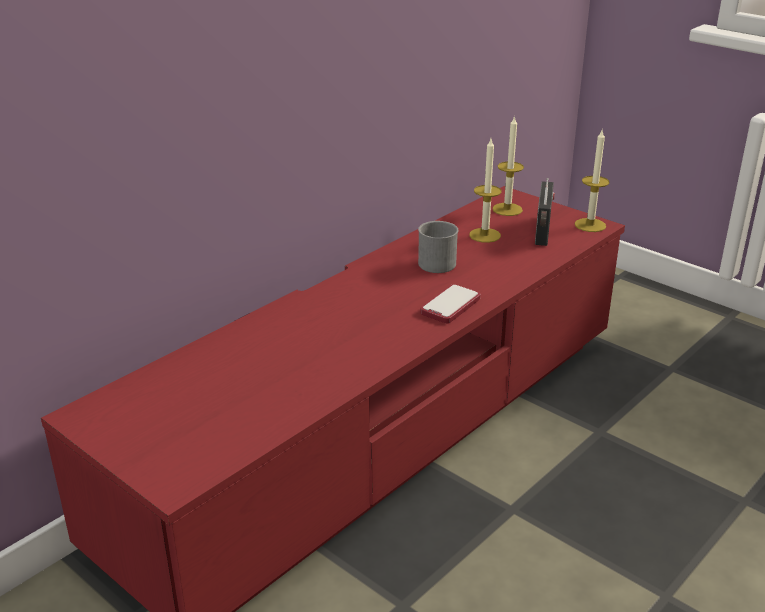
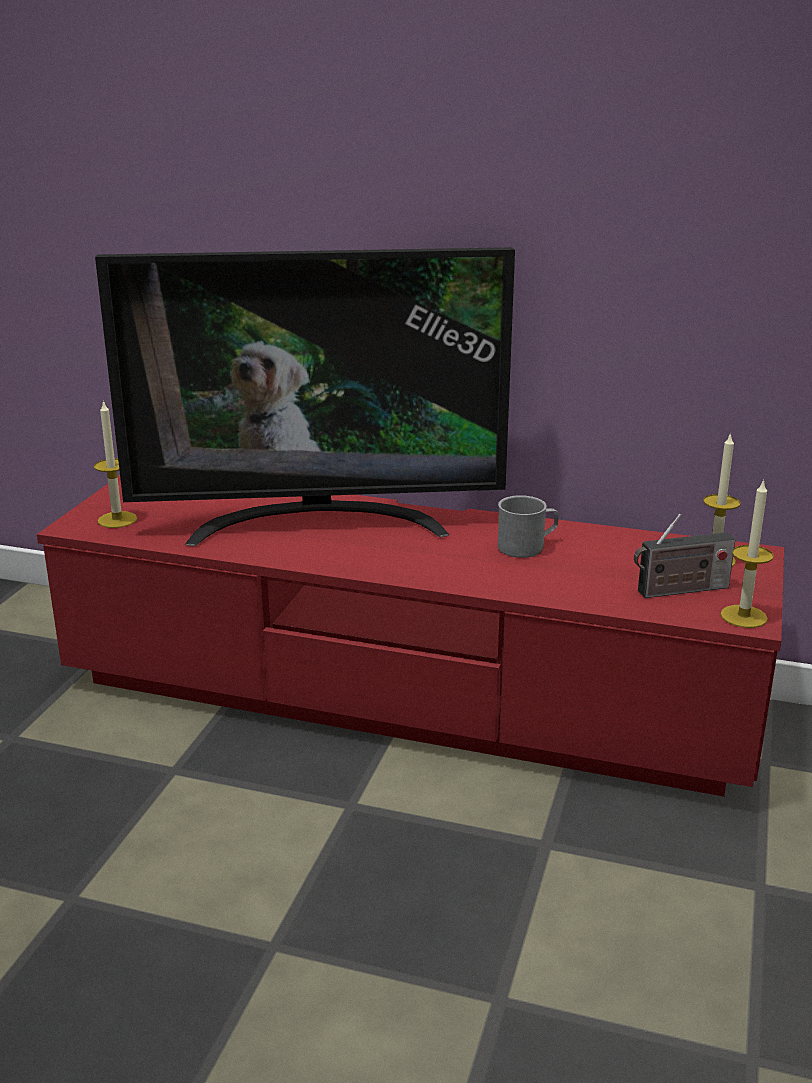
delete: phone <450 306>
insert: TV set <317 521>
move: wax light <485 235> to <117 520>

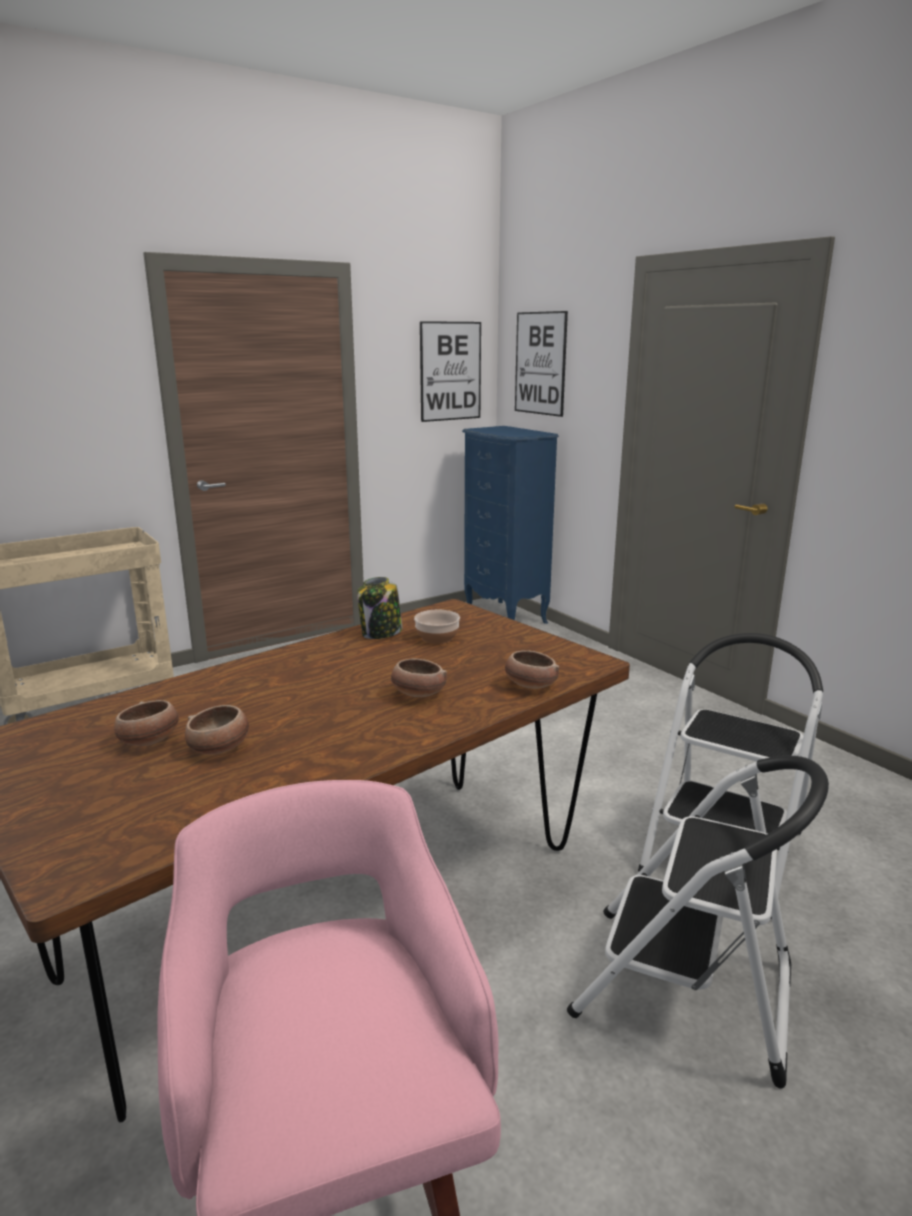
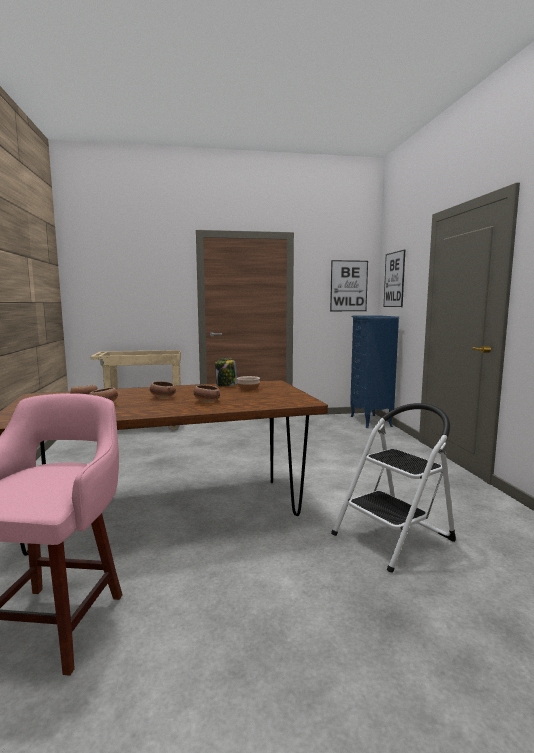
delete: step stool <691 993>
move: serving bowl <529 685> to <162 397>

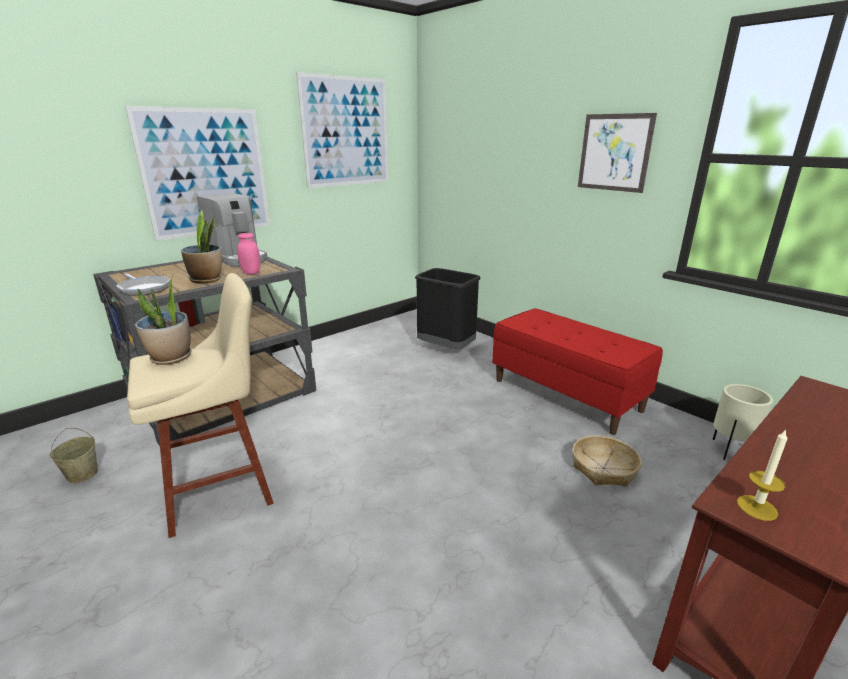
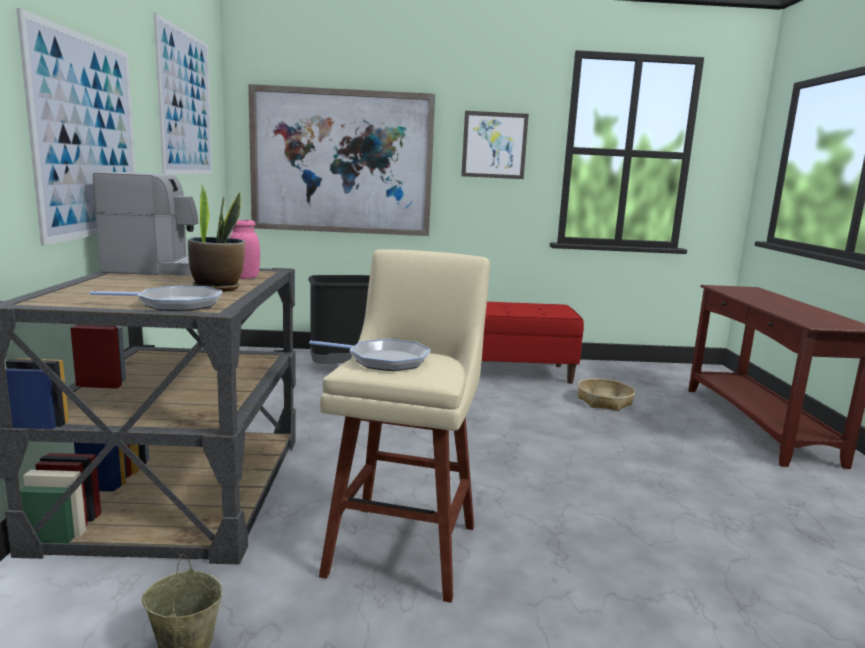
delete: sand-coloured planter <730 451>; wax light <757 507>
insert: wall art <342 162>
replace: houseplant <171 358> to skillet <384 360>

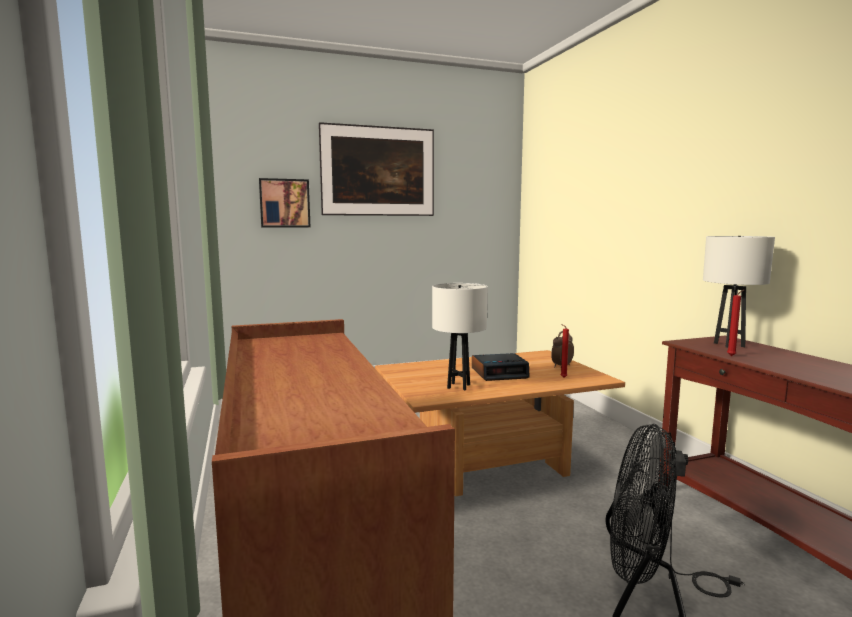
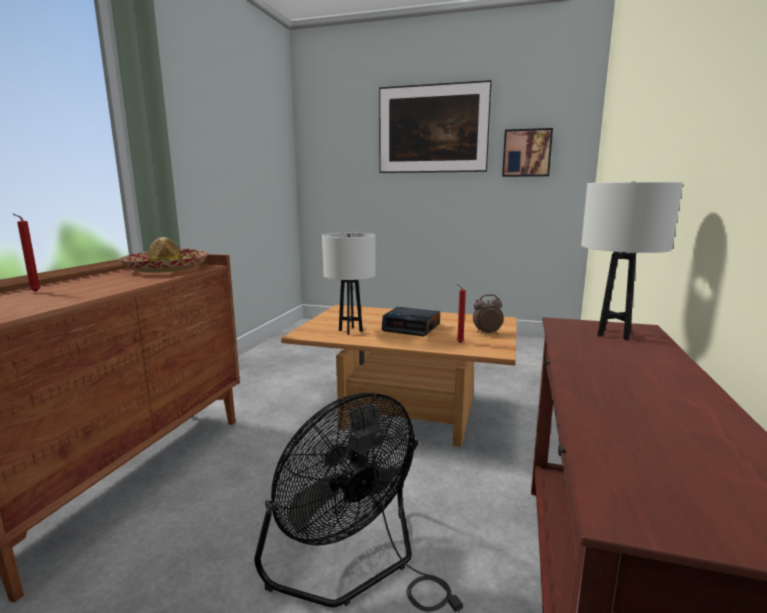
insert: clothing hat <167 269>
move: reddish wax light <732 356> to <34 292>; wall art <284 203> to <526 153>

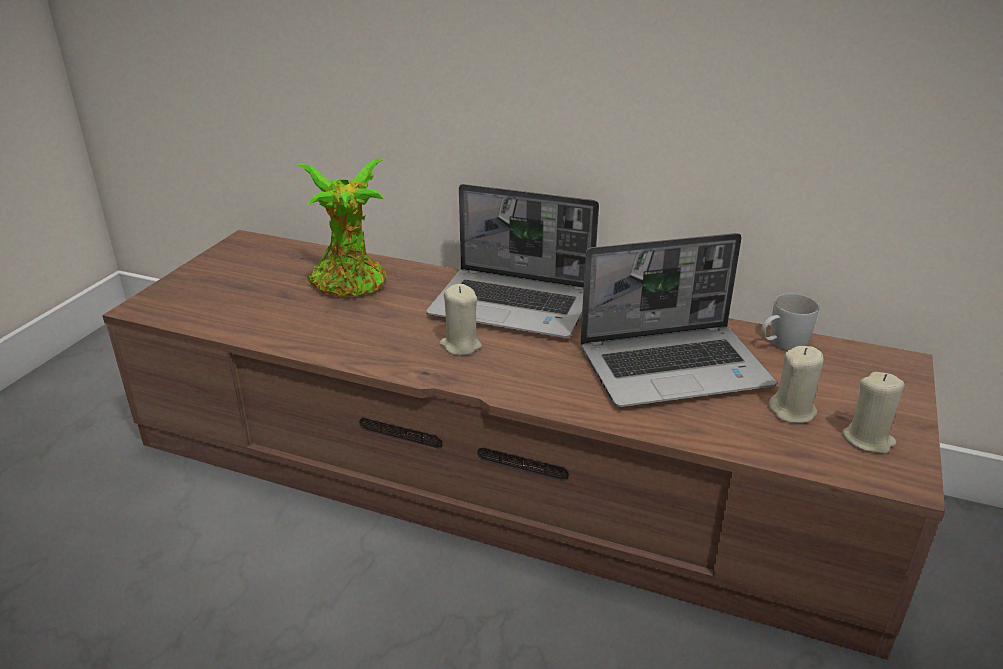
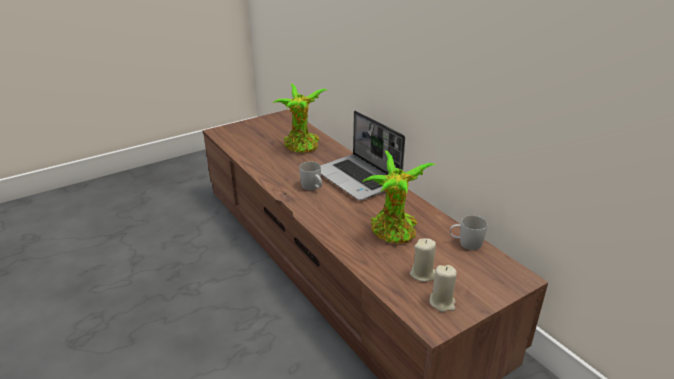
replace: sand-coloured wax light <460 345> to whitish coffee mug <313 187>; portable computer <675 367> to houseplant <394 232>

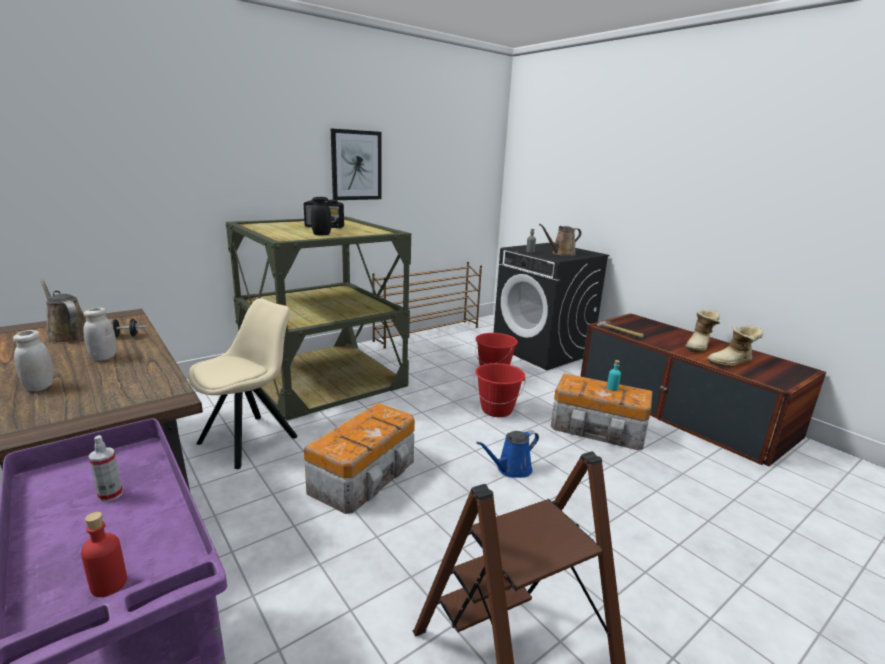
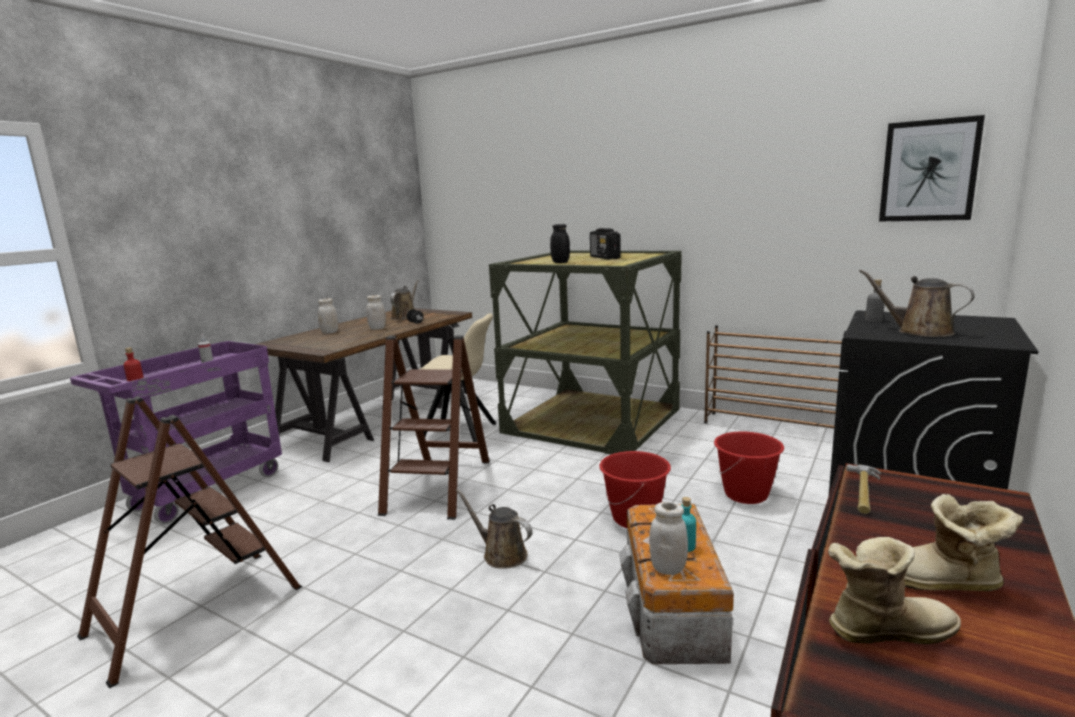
insert: whitish preserve jar <668 568>
move: wall art <356 165> to <928 171>
replace: storage box <365 475> to brownish step stool <439 485>
recolor: bluish sprinkling can <511 469> to brownish sprinkling can <501 554>
rotate: tall boot <731 363> = <884 630> 120 degrees clockwise

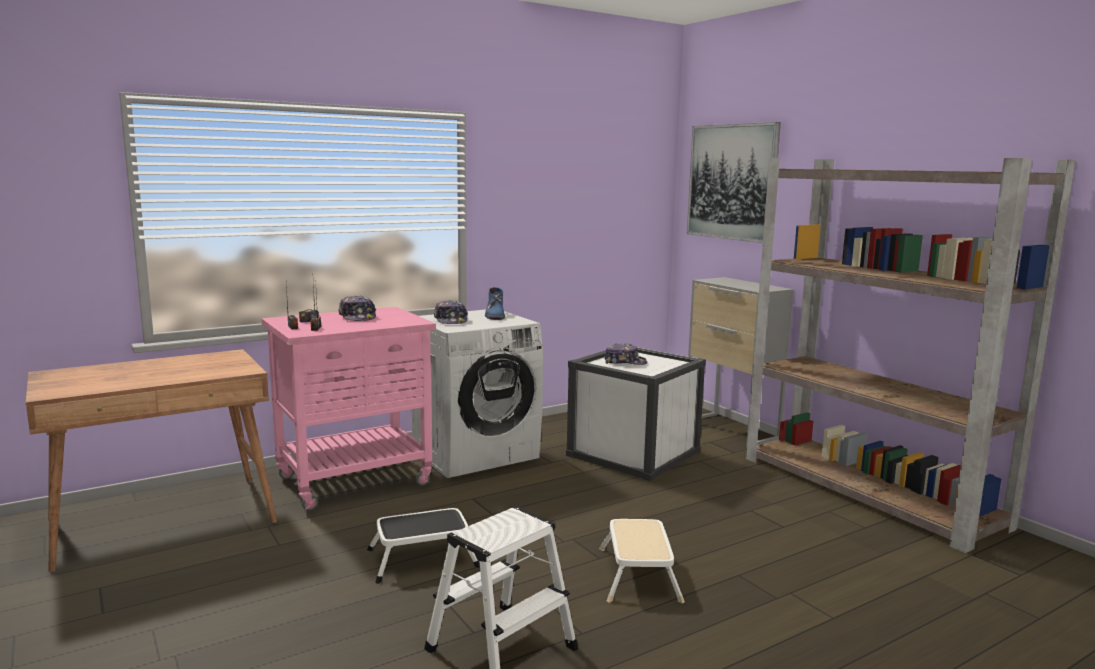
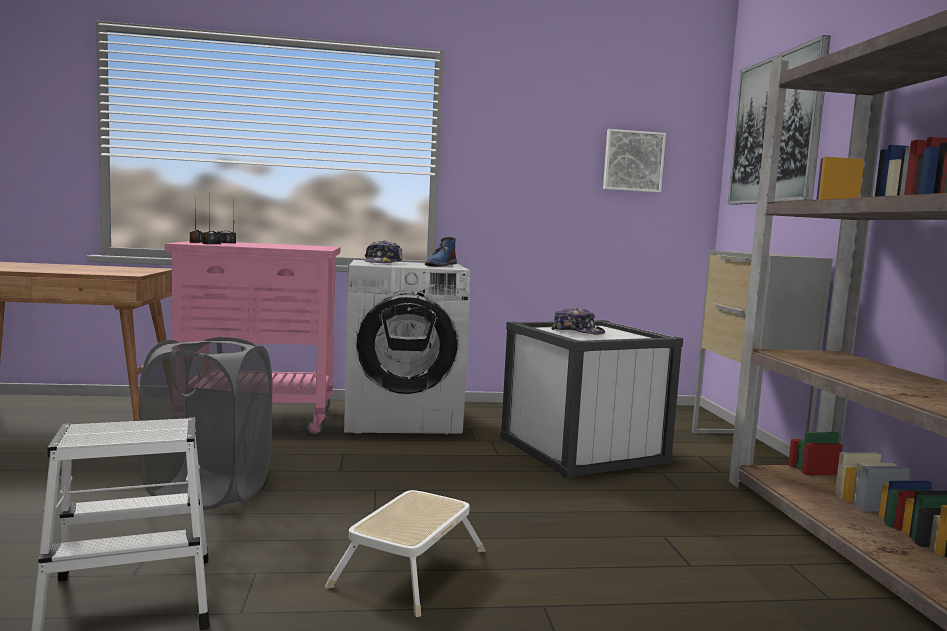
delete: cap <358 317>
insert: wall art <633 161>
replace: black-coloured step stool <422 557> to grey hamper <208 492>

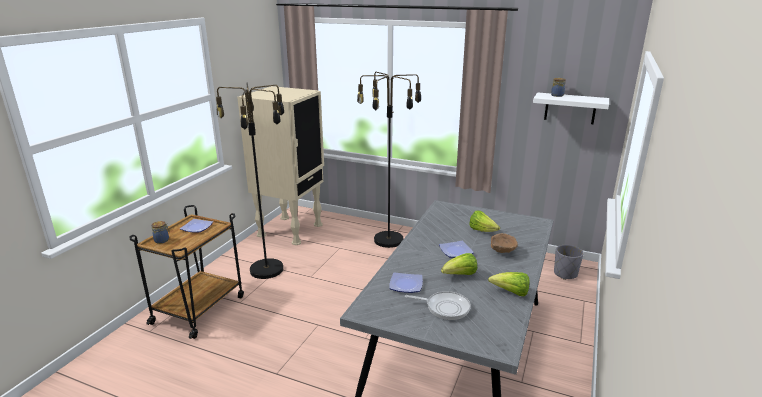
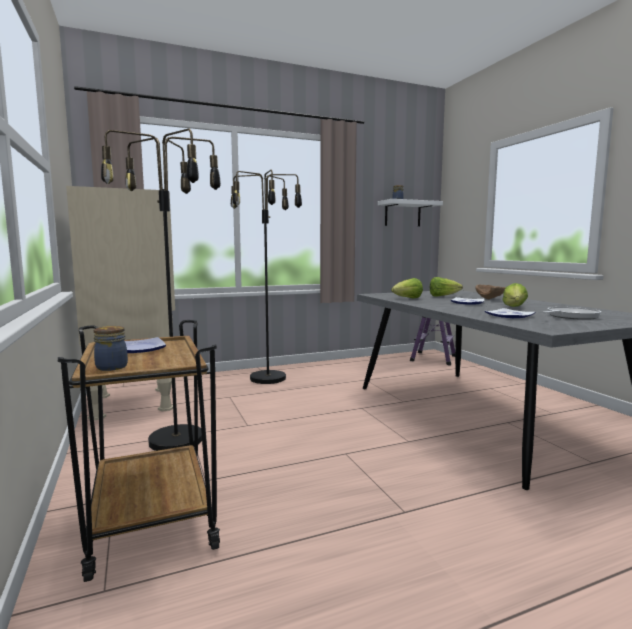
move: lettuce <511 293> to <407 298>
replace: grey planter <565 274> to purplish step stool <433 358>

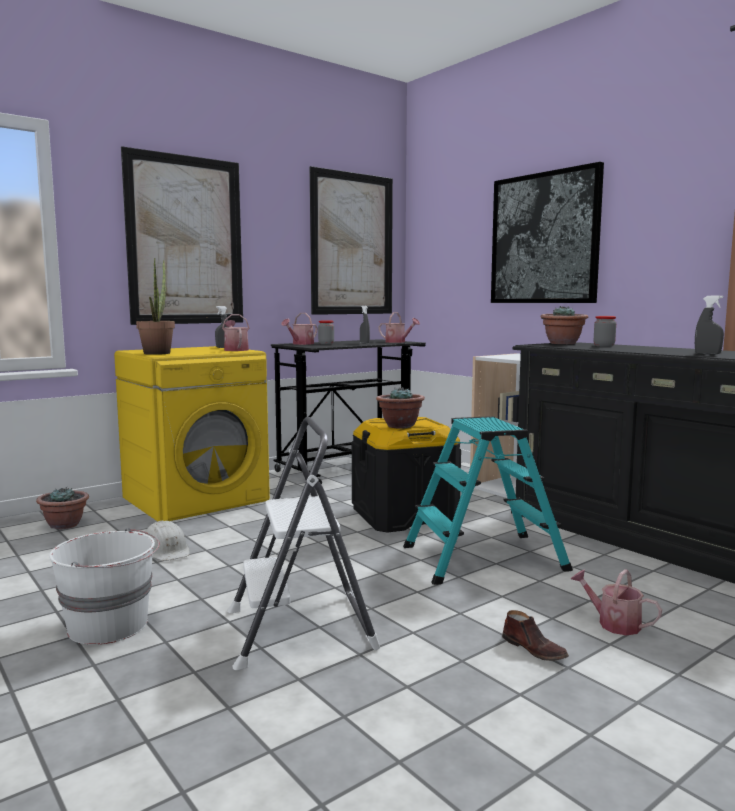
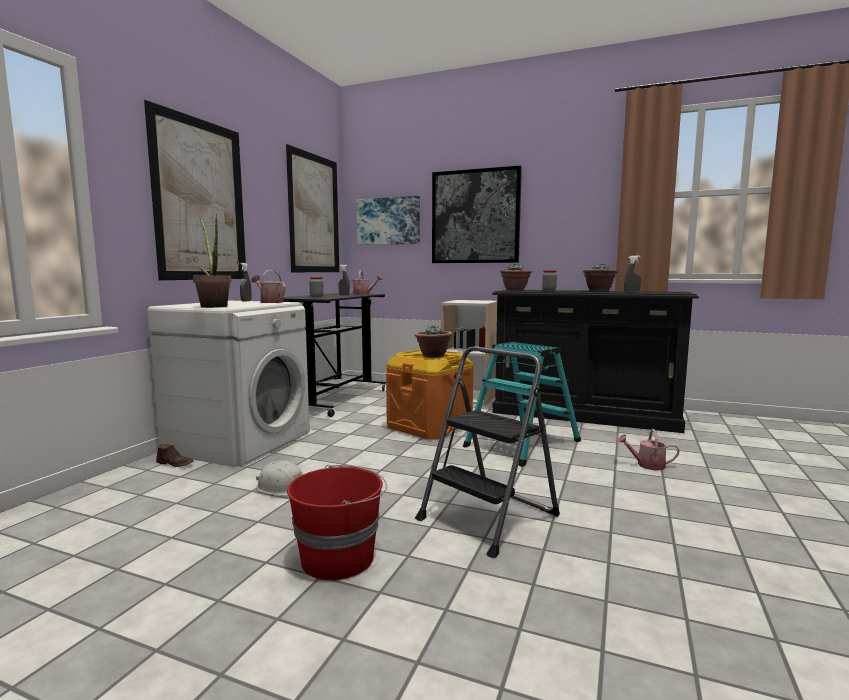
delete: sprinkling can <301 344>
insert: wall art <388 221>
move: brownish item of footwear <534 650> to <175 464>; houseplant <65 525> to <598 291>
recolor: yellowish laundry appliance <199 499> to whitish laundry appliance <242 441>; whitish pail <110 625> to reddish pail <339 558>; black-coloured storage box <404 516> to orangey storage box <429 426>; whitish step stool <306 628> to black-coloured step stool <492 515>

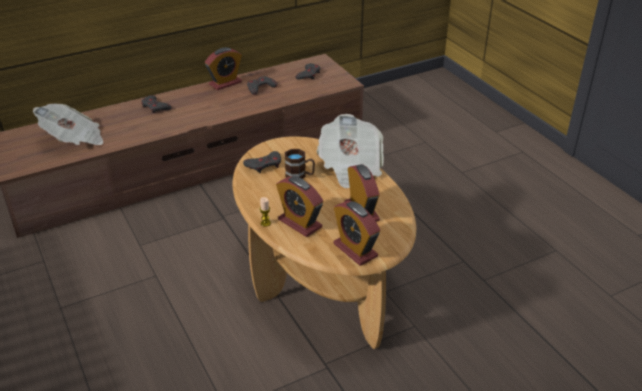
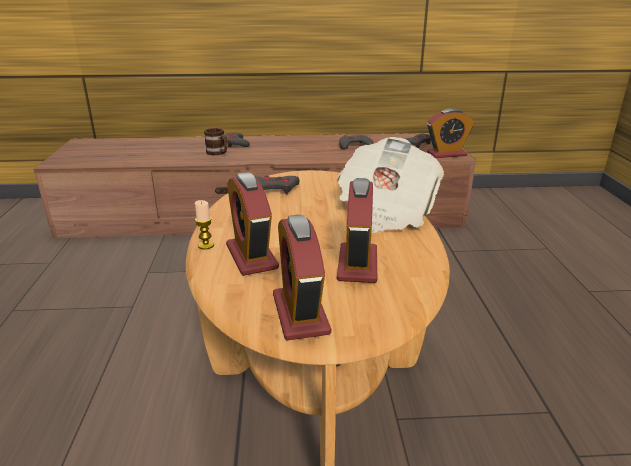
delete: printed paper <74 139>
move: brownish coffee mug <300 175> to <218 153>; alarm clock <225 83> to <446 154>

